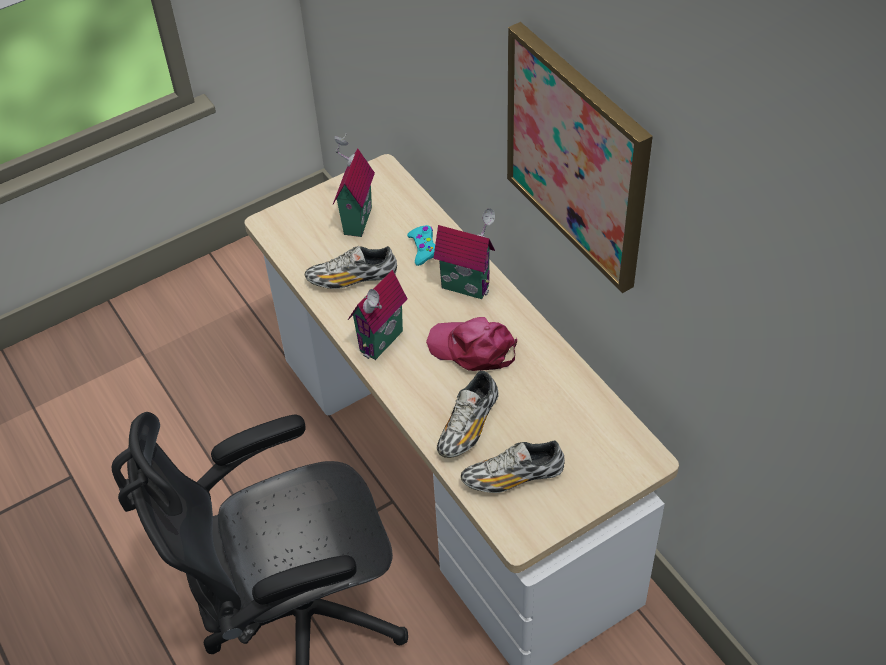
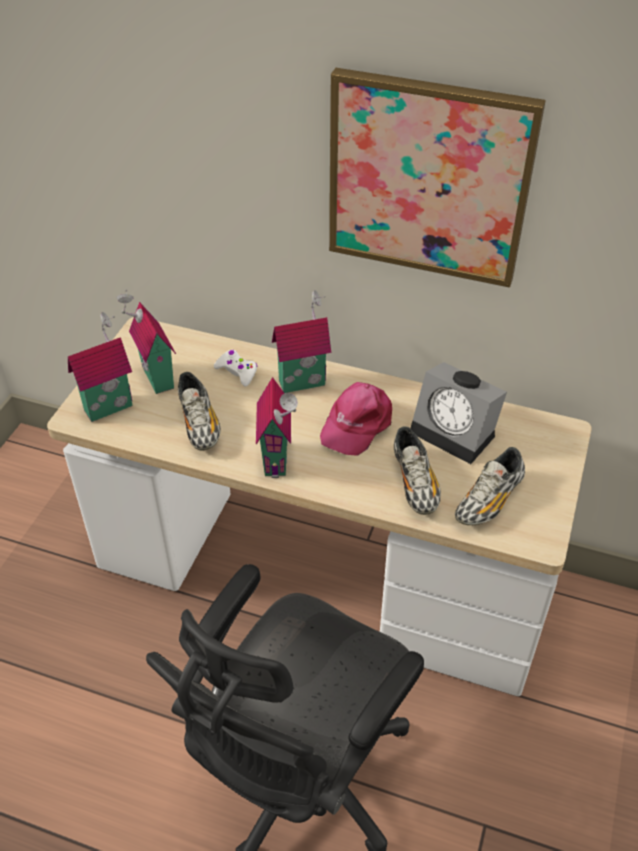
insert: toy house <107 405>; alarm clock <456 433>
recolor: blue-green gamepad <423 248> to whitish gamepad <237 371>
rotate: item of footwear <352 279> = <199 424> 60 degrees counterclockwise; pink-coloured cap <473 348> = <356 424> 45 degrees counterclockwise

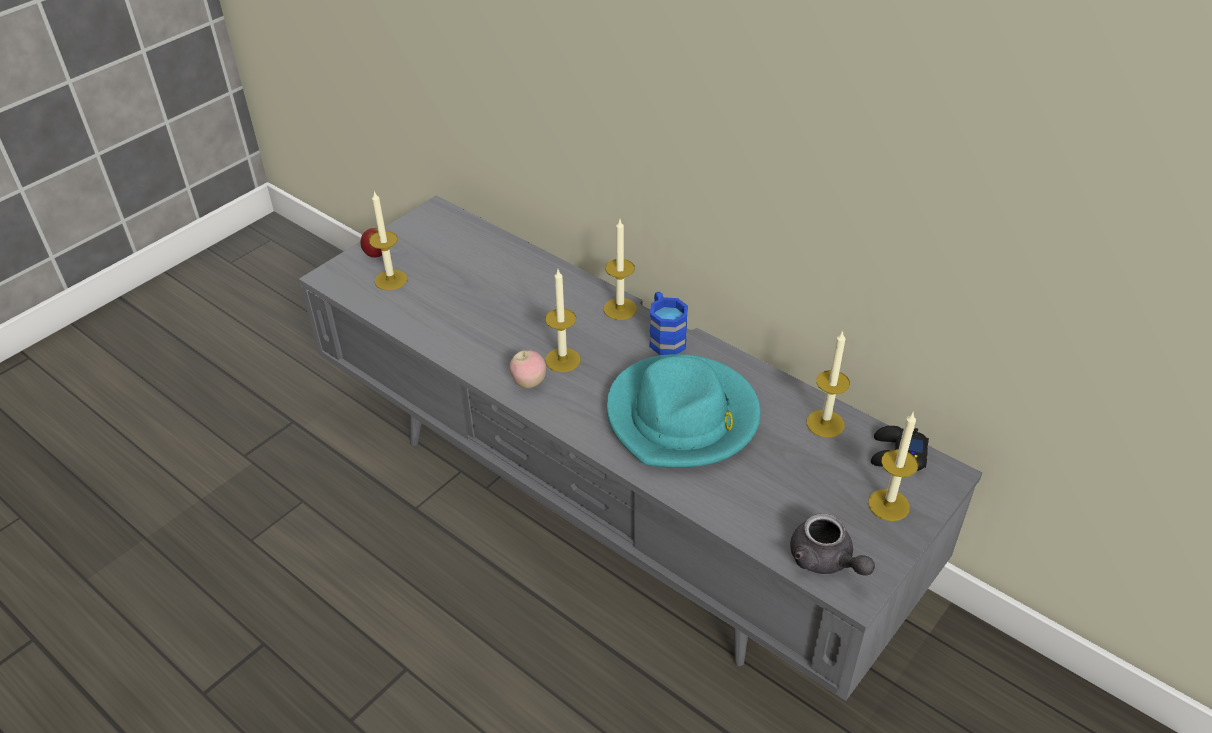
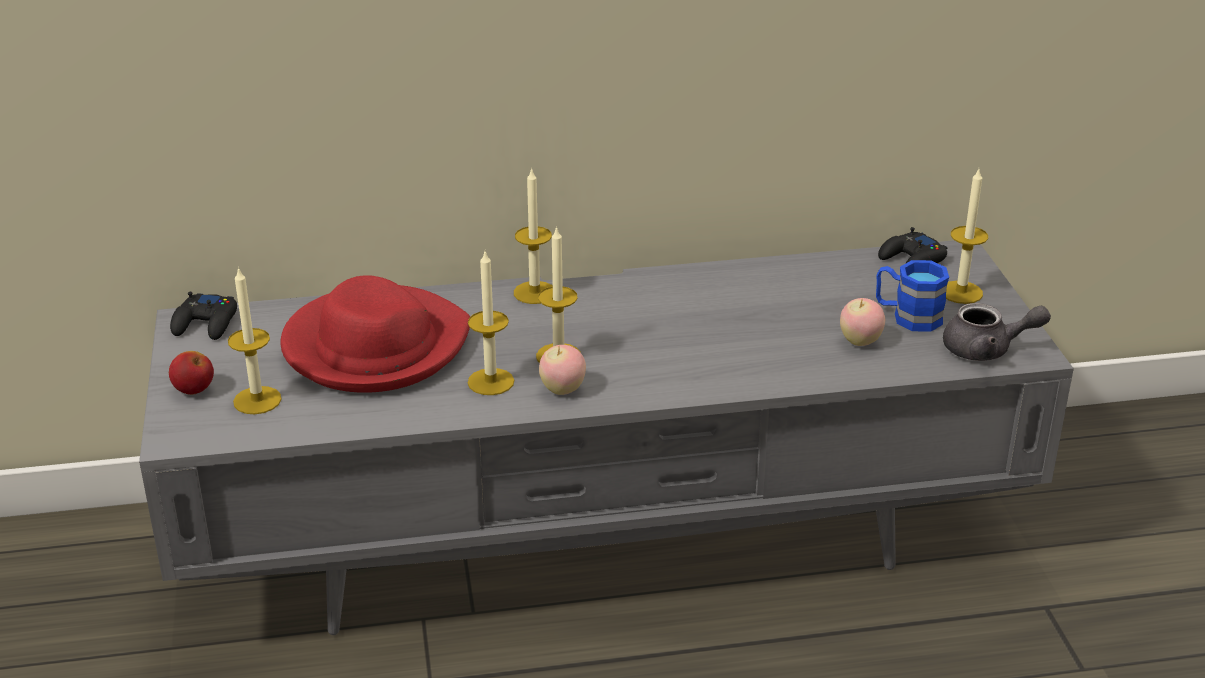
delete: blue-green clothing hat <683 417>
insert: black-coloured gamepad <206 324>; reddish clothing hat <375 346>; whole apple <860 341>
move: wax light <825 423> to <491 382>; bluish coffee mug <665 337> to <907 316>

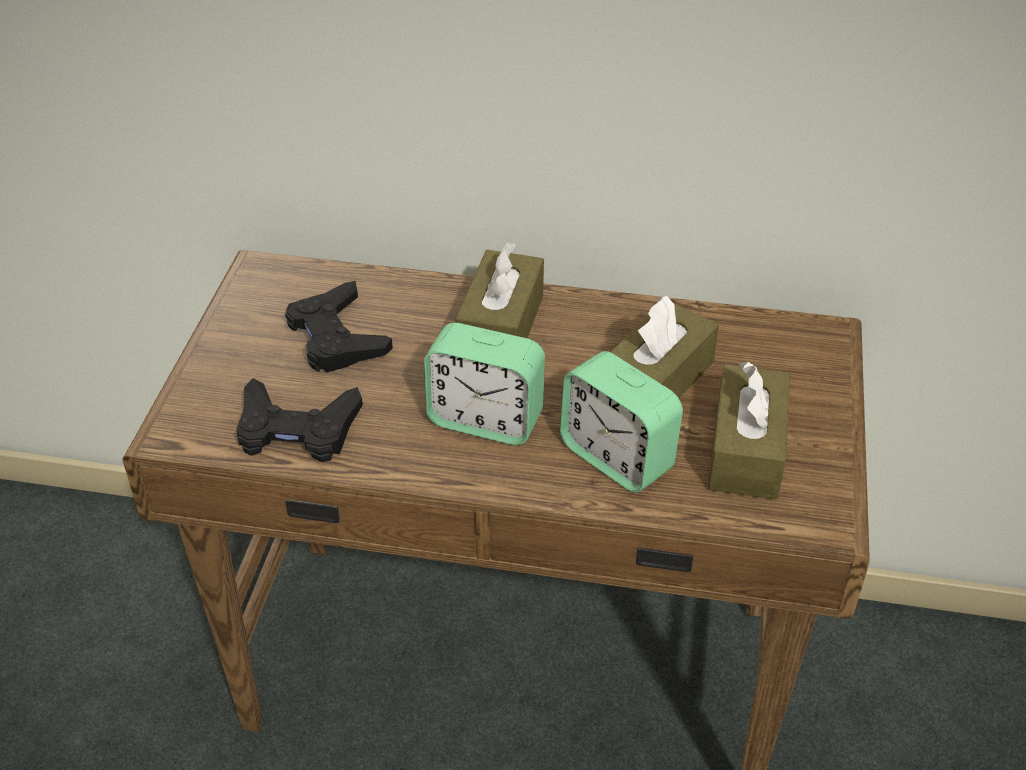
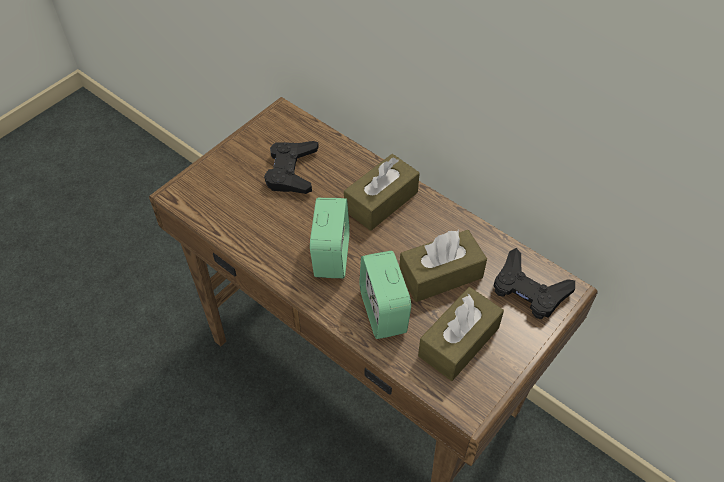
move: black-coloured gamepad <296 429> to <529 289>
rotate: alarm clock <485 420> = <331 256> 135 degrees counterclockwise

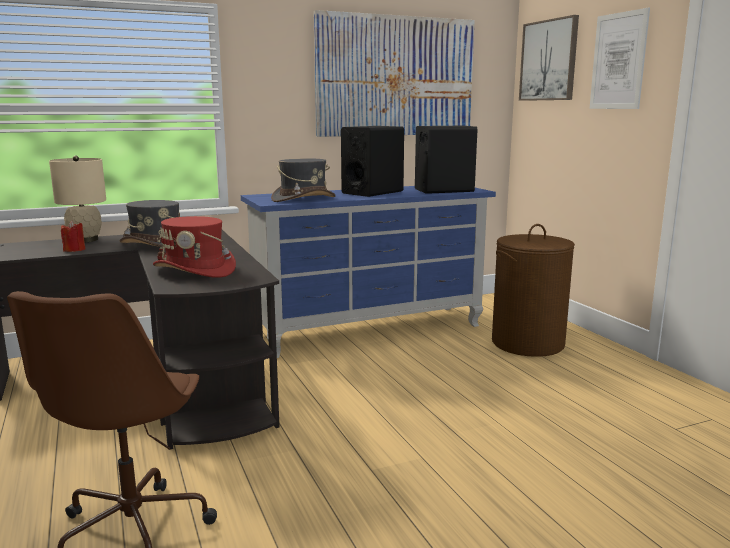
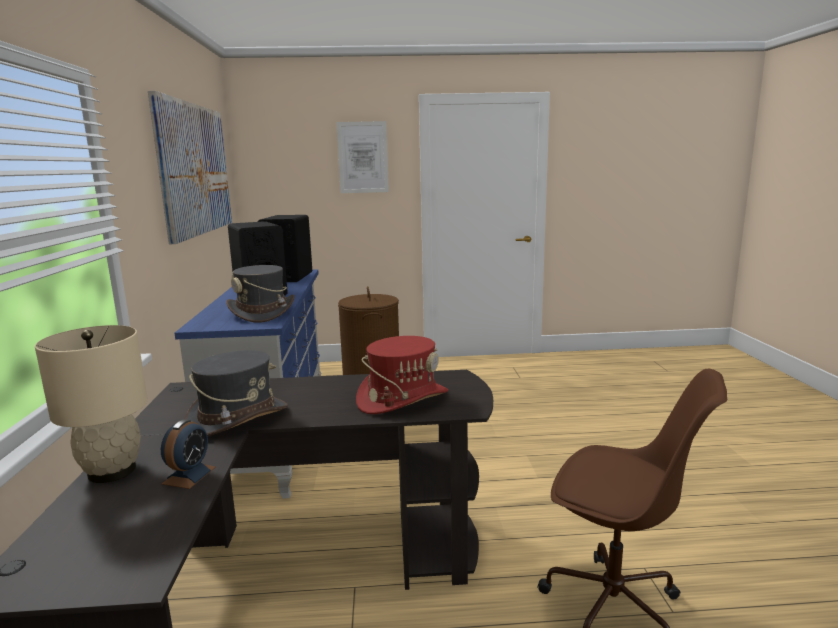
delete: wall art <549 60>
replace: reddish wax light <74 250> to alarm clock <189 475>

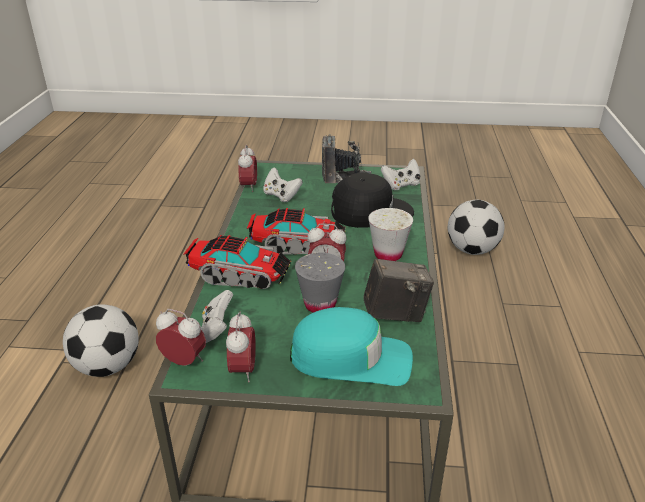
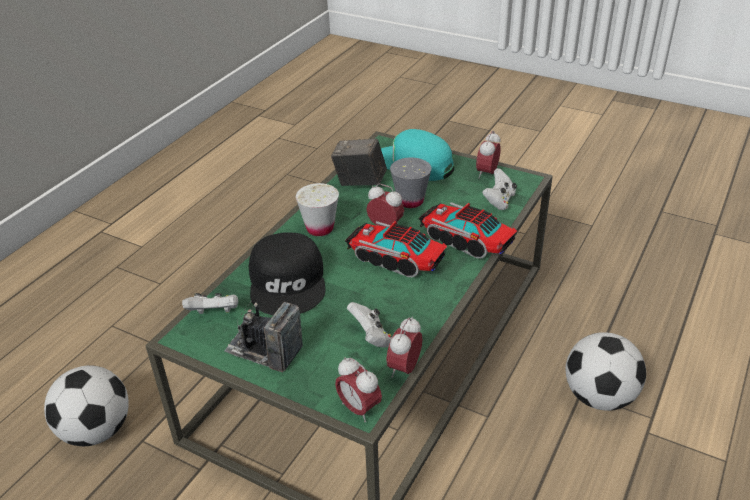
move: alarm clock <184 361> to <359 409>
rotate: black-coloured cap <370 211> = <289 282> 120 degrees counterclockwise

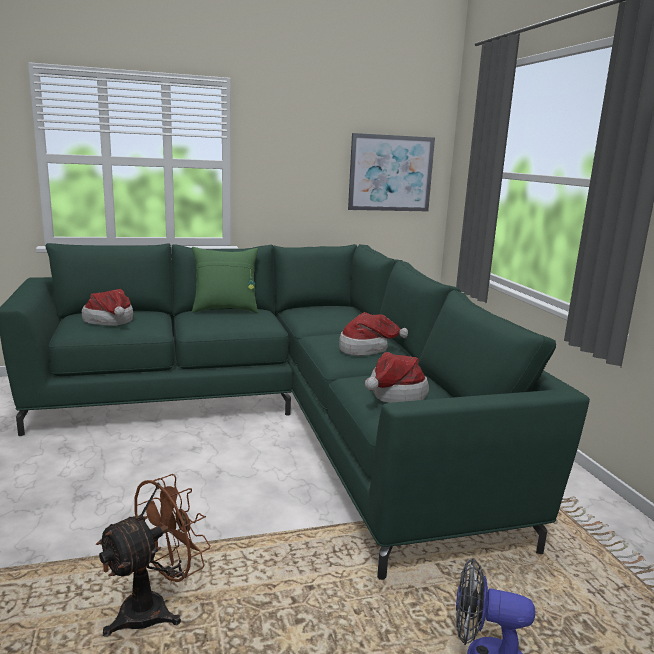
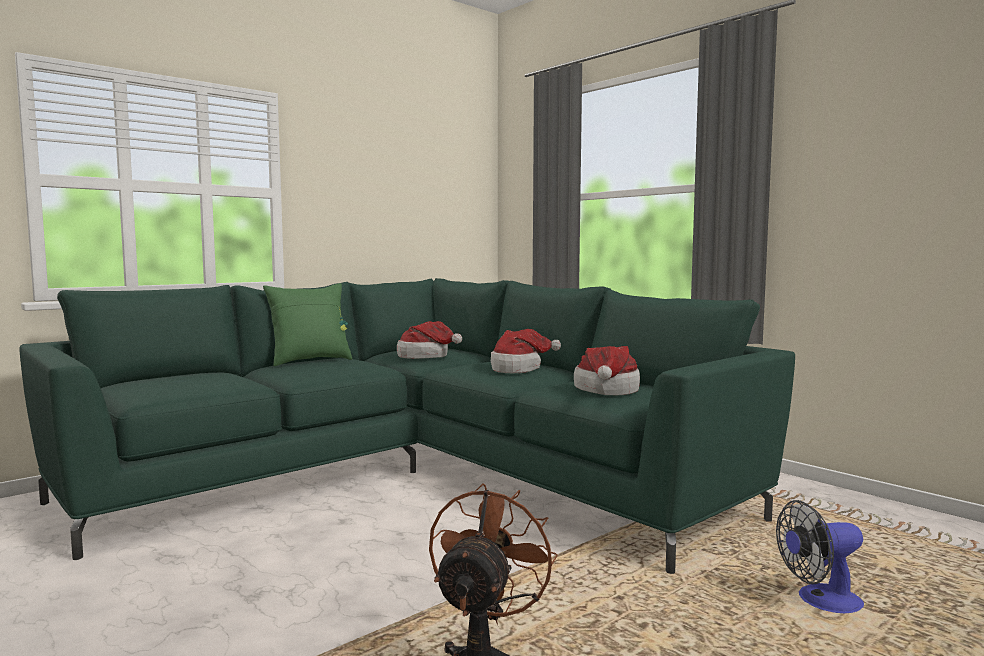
delete: wall art <390 173>
move: clothing hat <110 321> to <427 356>

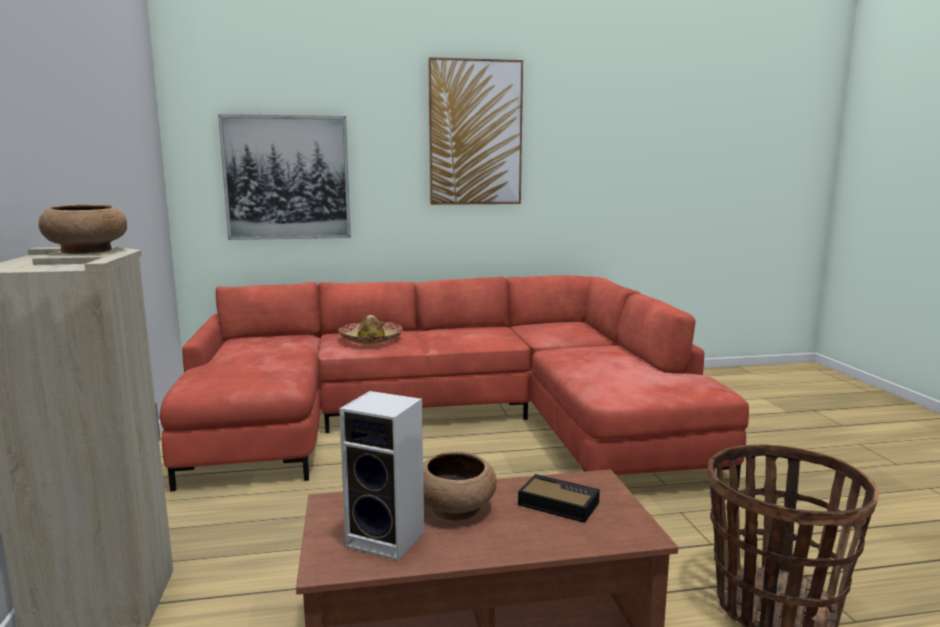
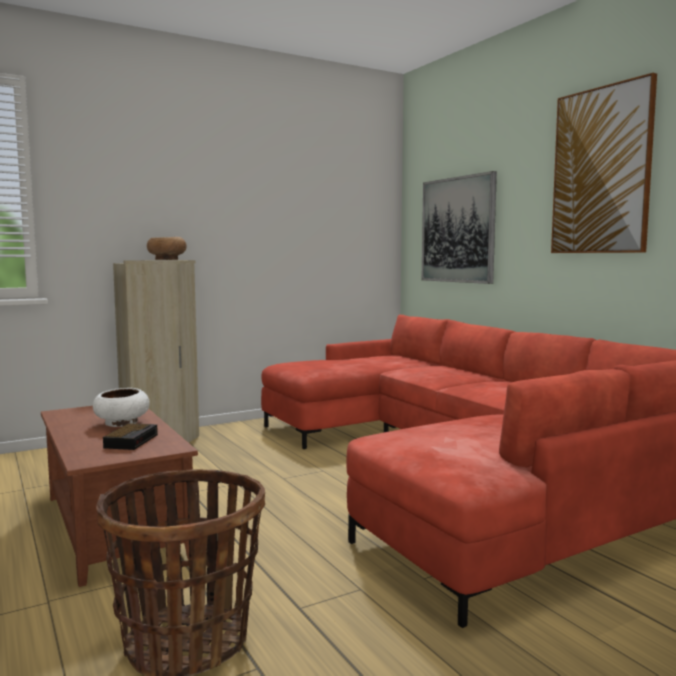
delete: clothing hat <370 339>; audio speaker <389 539>
recolor: brownish serving bowl <456 509> to whitish serving bowl <122 423>

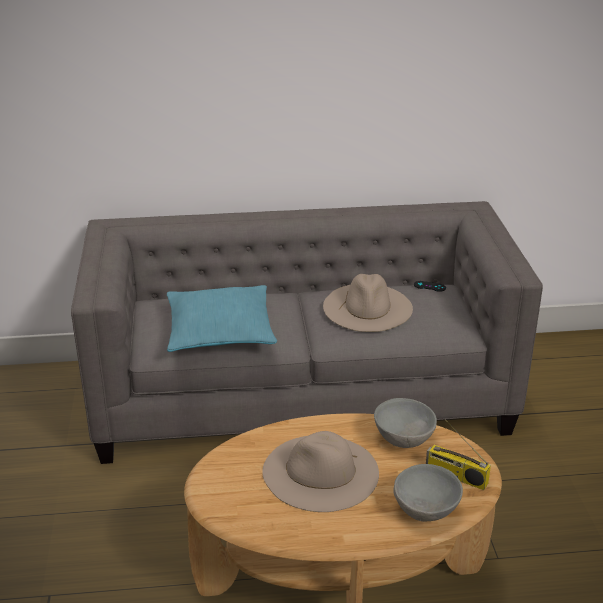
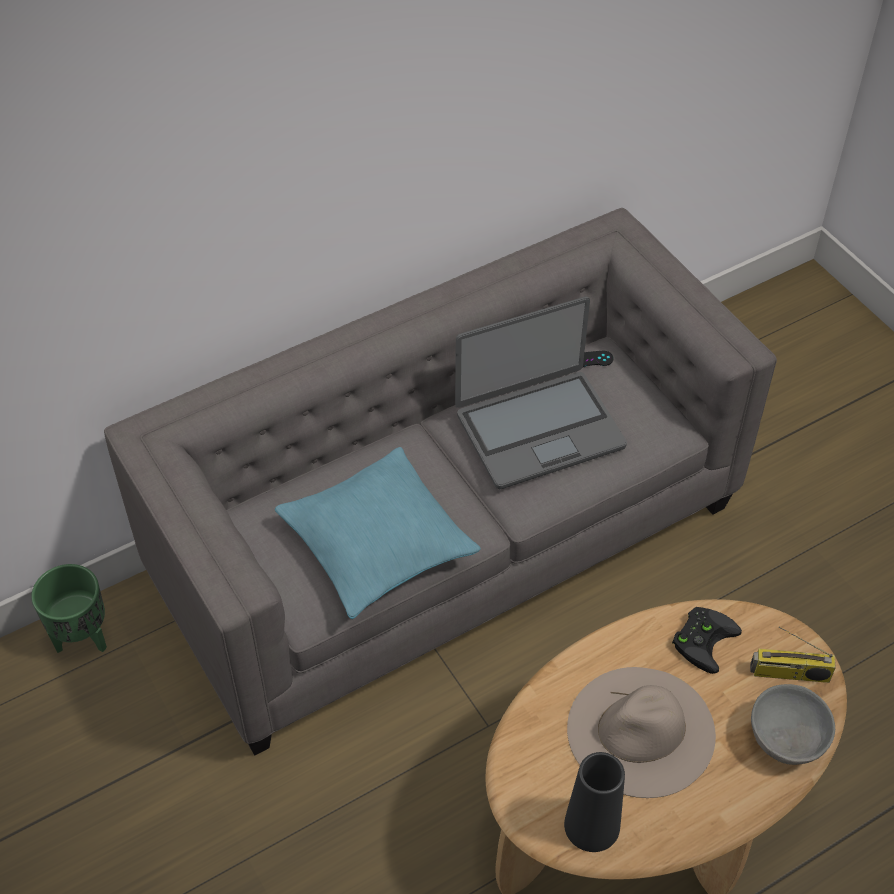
insert: greenish planter <83 637>; black-coloured decorative vase <592 825>
replace: sand-coloured clothing hat <367 307> to portable computer <539 429>; grey serving bowl <404 439> to black-coloured gamepad <703 638>

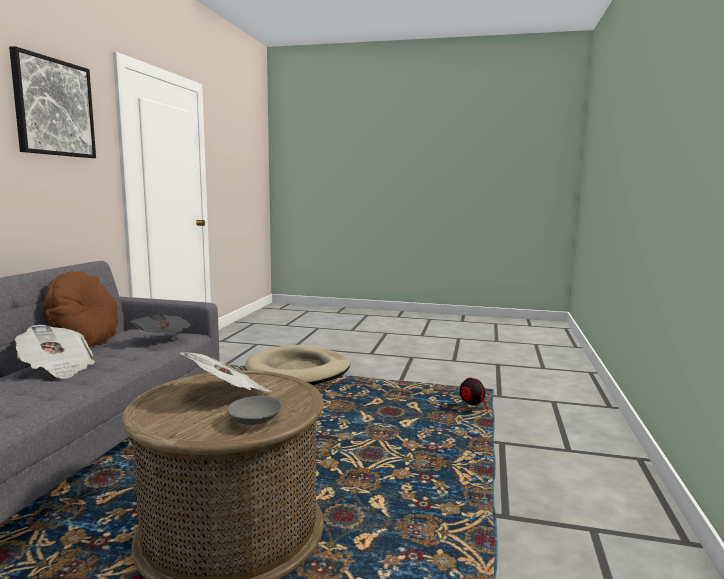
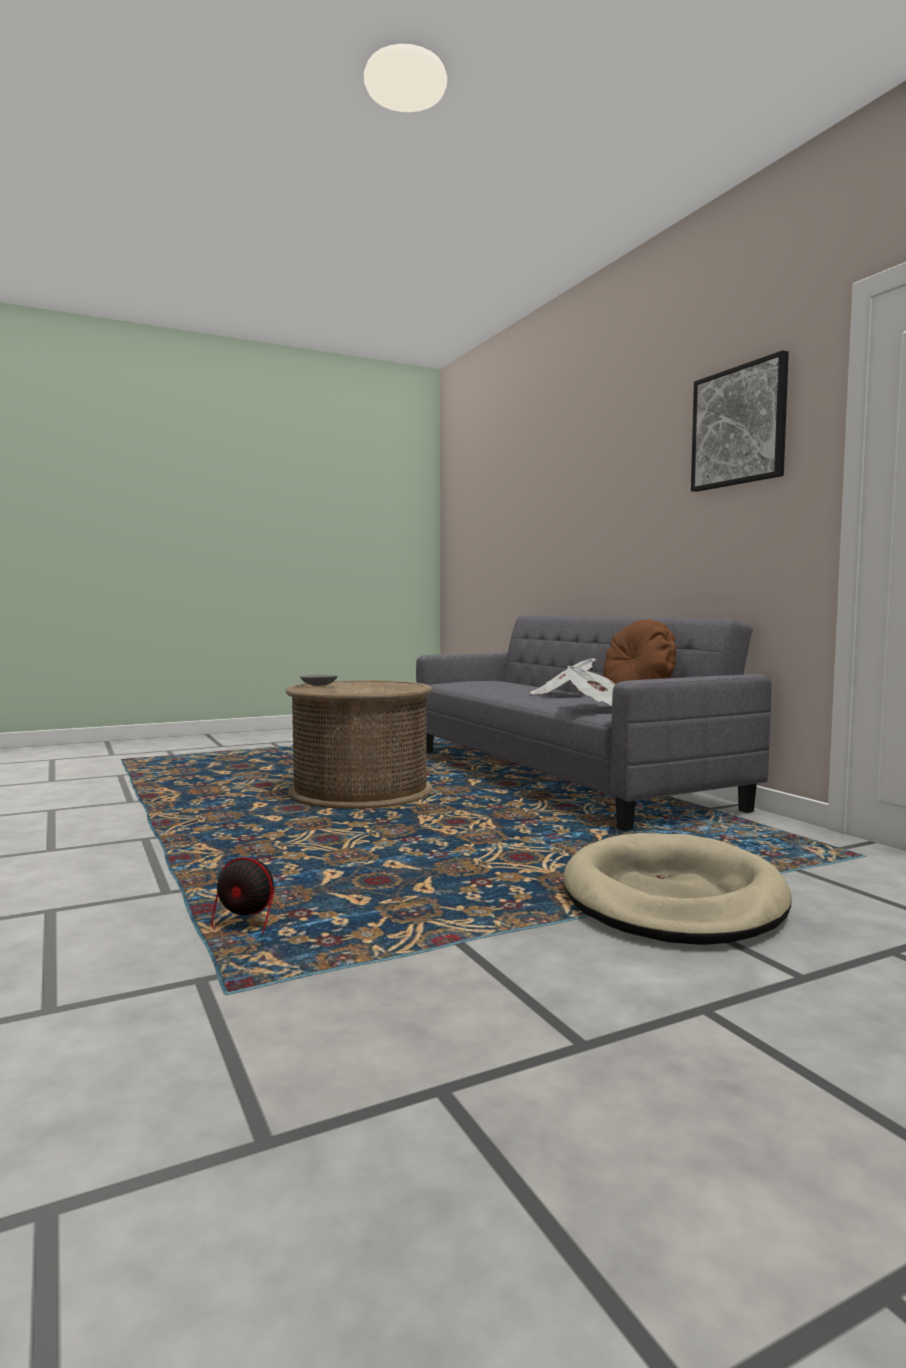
delete: printed paper <228 394>

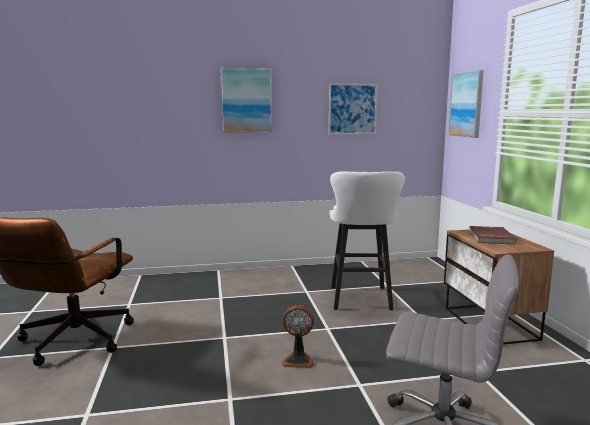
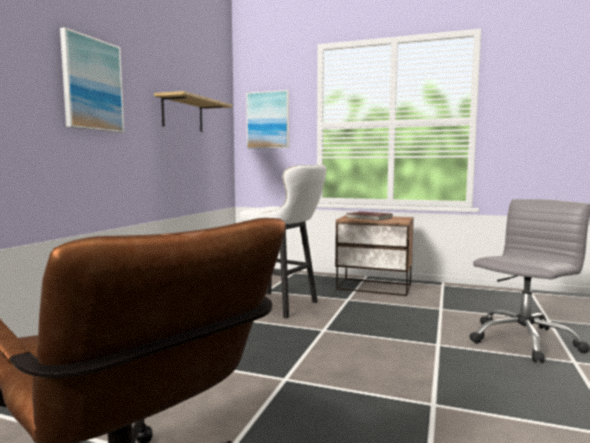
delete: electric fan <298 360>
replace: wall art <352 109> to wall shelf <182 114>

